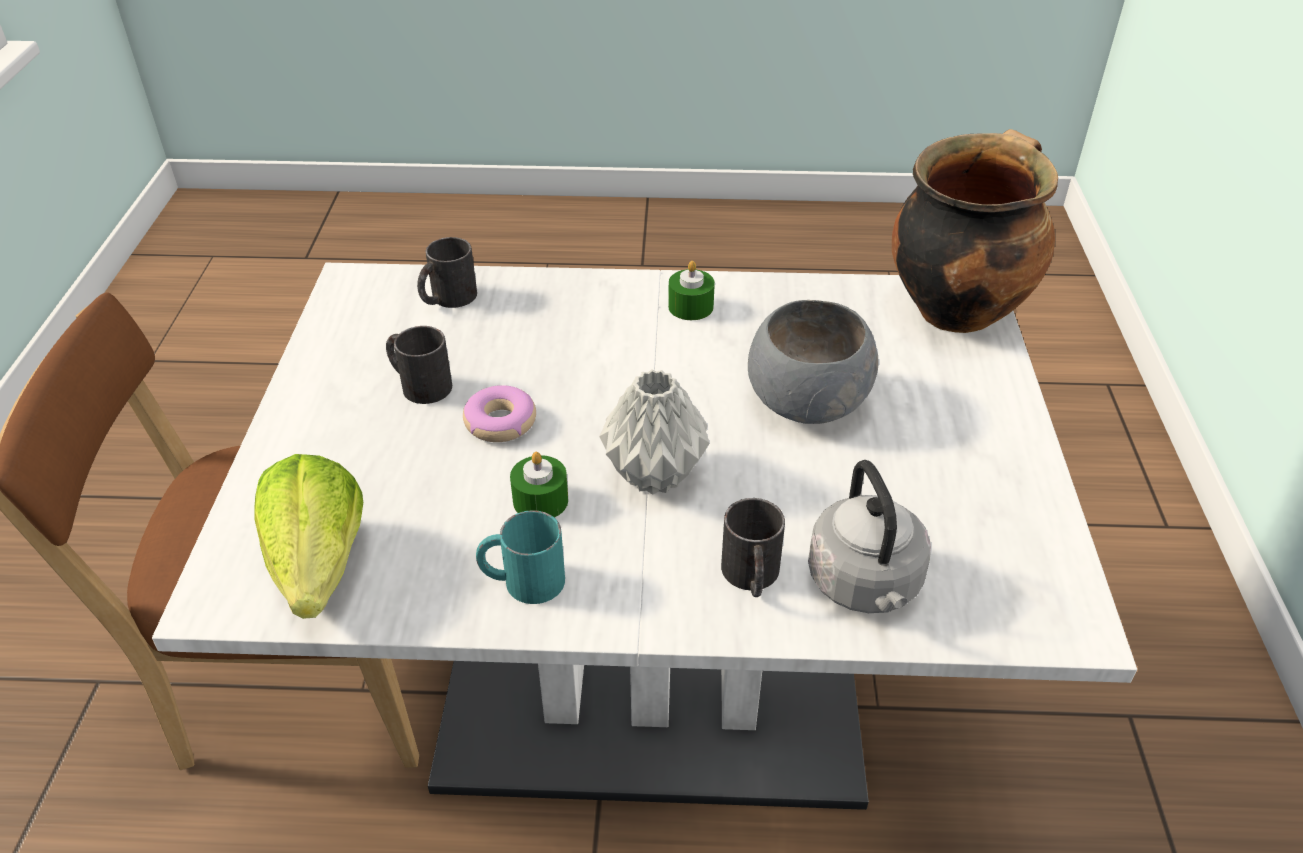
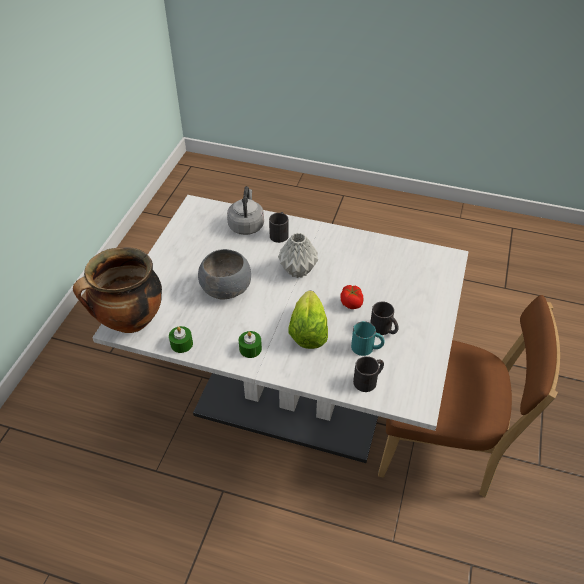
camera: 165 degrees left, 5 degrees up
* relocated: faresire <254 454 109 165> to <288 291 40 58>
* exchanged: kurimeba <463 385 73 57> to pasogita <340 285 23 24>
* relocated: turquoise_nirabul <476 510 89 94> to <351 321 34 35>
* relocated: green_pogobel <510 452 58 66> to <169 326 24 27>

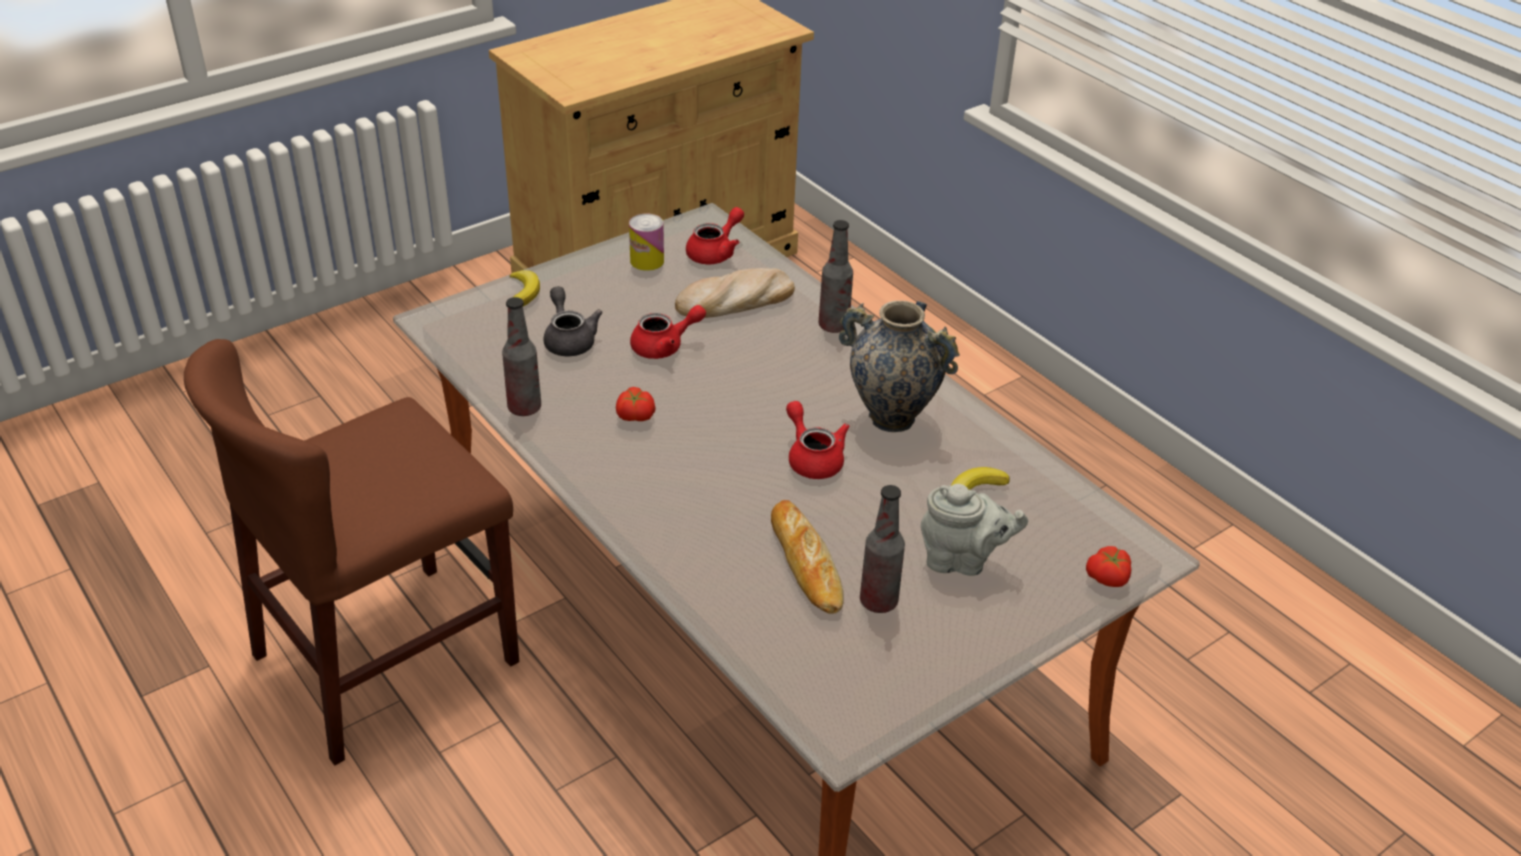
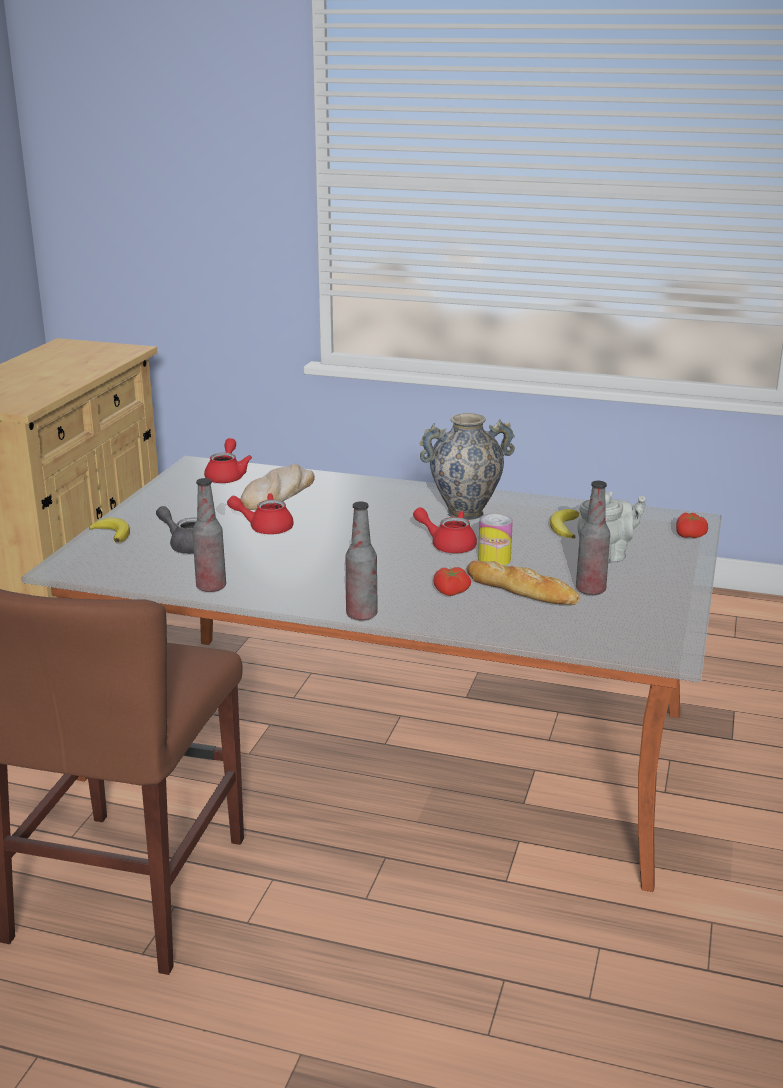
camera: 35 degrees left, 15 degrees down
* relocated: pasogita <616 387 40 34> to <434 567 37 29>
* relocated: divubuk <629 214 35 57> to <478 513 35 52>
* spun: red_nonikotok <630 305 76 54> = <227 493 67 41> 120 degrees counterclockwise
* relocated: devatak <819 220 34 113> to <346 502 32 118>

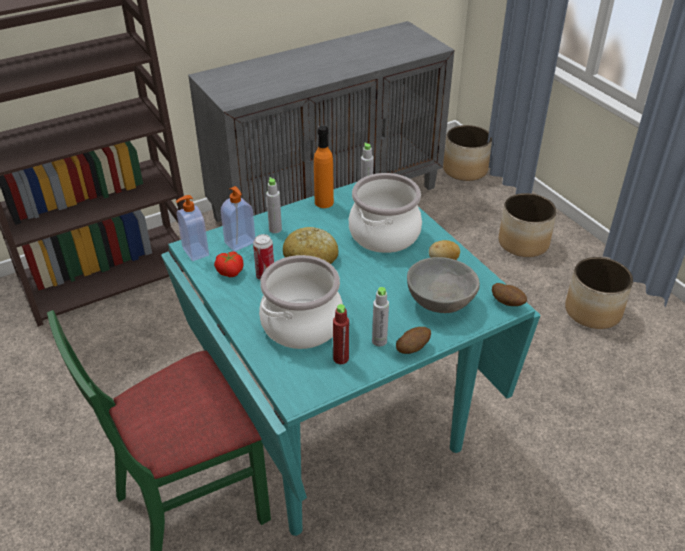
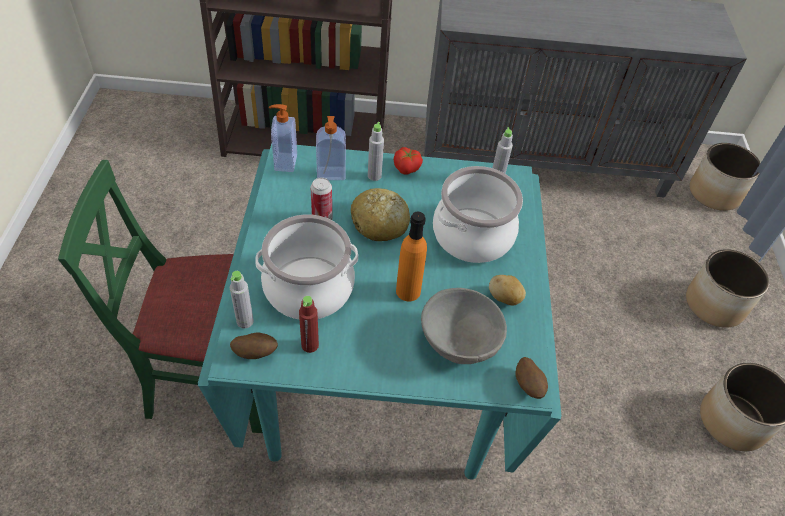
camera: 30 degrees right, 10 degrees up
* relocated: pasogita <214 252 29 25> to <394 147 29 28>
* relocated: orange_devatak <314 126 20 82> to <396 212 31 90>
* relocated: grey_devatak <372 287 17 60> to <230 271 24 57>
* relocated: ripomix <396 327 35 27> to <230 332 48 27>

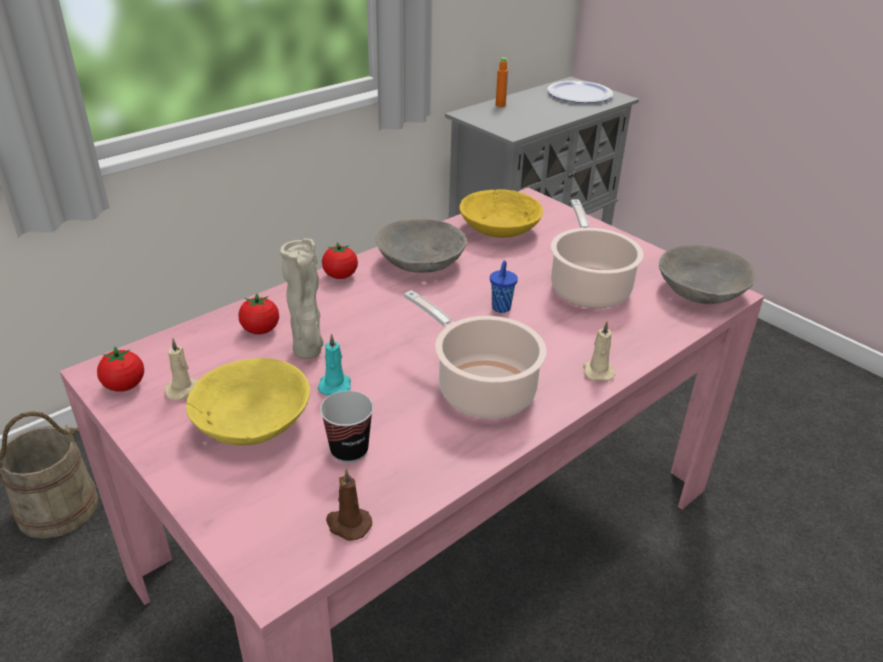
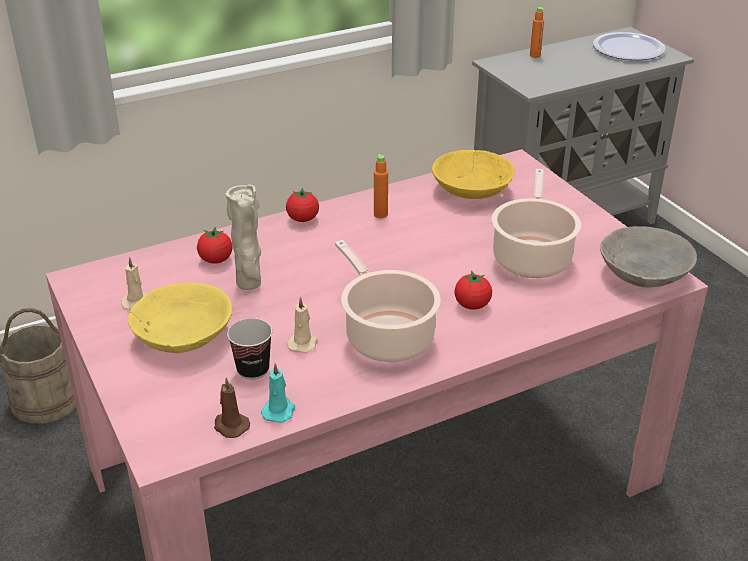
camera: 15 degrees right, 0 degrees up
* relocated: pasogita <97 347 47 45> to <454 271 38 39>
* relocated: turquoise_pogobel <318 334 33 61> to <261 363 34 60>
* exchanged: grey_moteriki <375 219 92 54> to orange_devatak <374 154 14 64>
* missing: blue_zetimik <490 261 28 52>
* relocated: beige_pogobel <583 322 33 59> to <287 297 31 56>

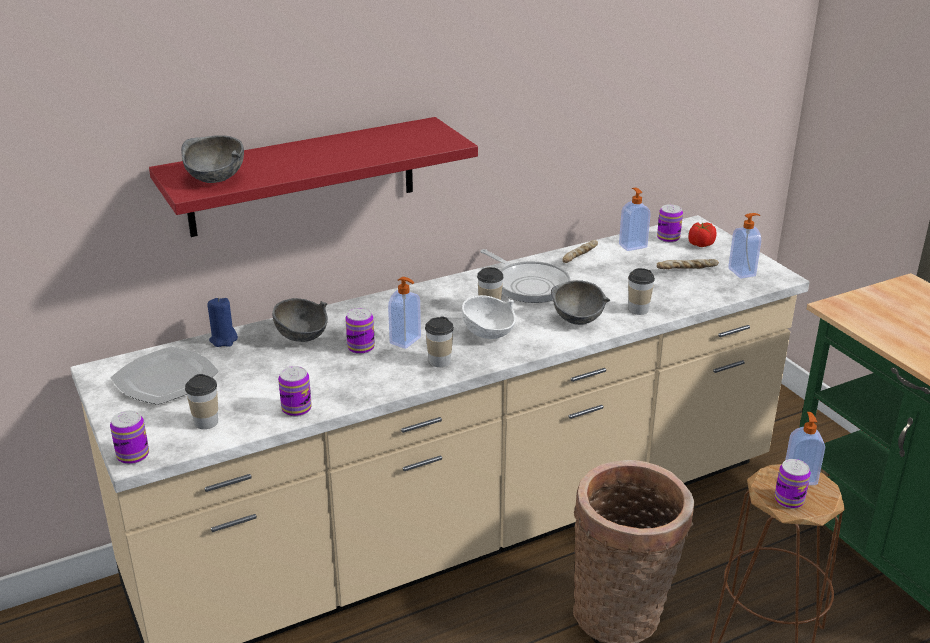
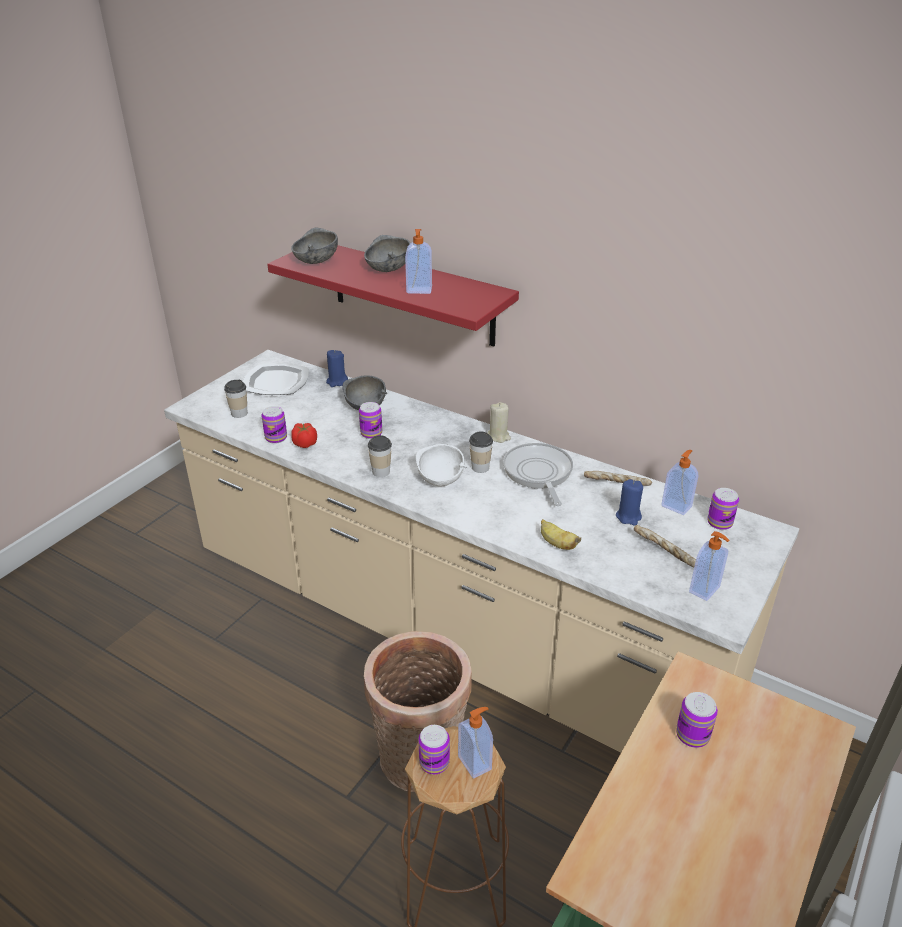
camera: 60 degrees right, 5 degrees up
* relocated: divubuk <110 410 39 54> to <676 692 42 56>
* relocated: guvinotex <388 277 33 72> to <405 229 27 65>
* spun: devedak <480 249 91 54> = <503 443 70 63> 150 degrees clockwise
* relocated: grey_moteriki <551 280 59 45> to <364 235 46 37>
* exchanged: zetimik <628 268 27 47> to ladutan <541 519 40 31>
* relocated: pasogita <688 223 29 24> to <291 423 26 25>
* appeared: beige_pogobel <487 402 24 41>
* appeared: blue_pogobel <616 479 27 46>

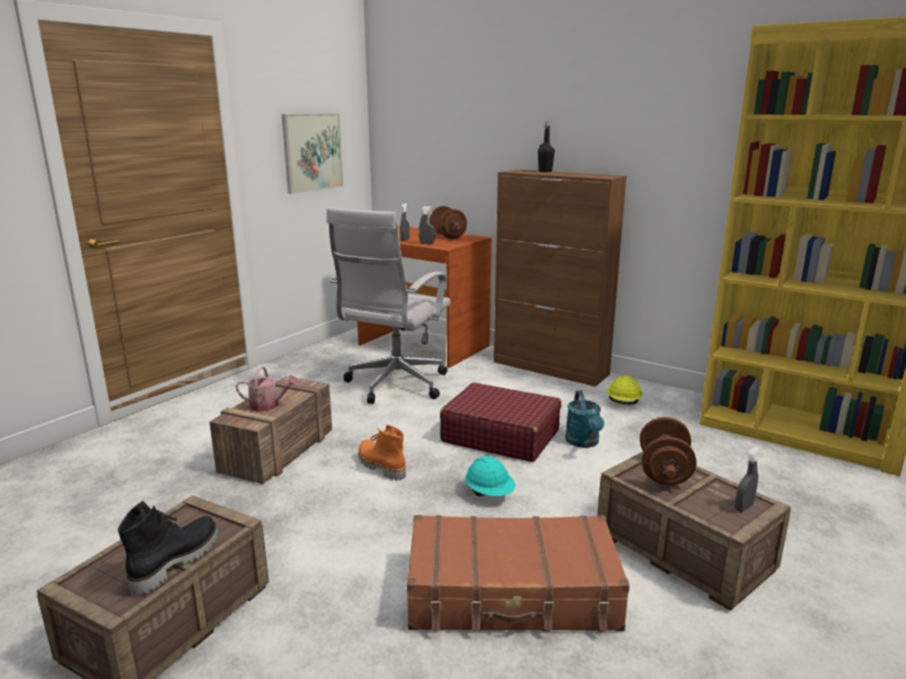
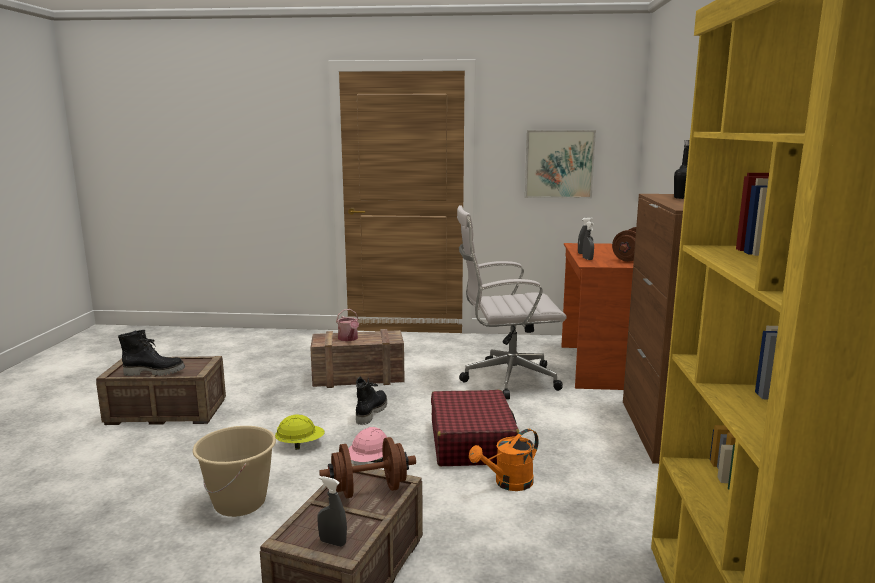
camera: 60 degrees right, 5 degrees down
* colour: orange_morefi <358 425 48 56> to black_morefi <356 376 31 49>
* exchanged: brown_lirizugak <407 515 223 117> to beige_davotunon <193 426 83 91>
* colour: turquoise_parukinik <465 456 50 40> to pink_parukinik <348 427 39 35>
* colour: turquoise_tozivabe <565 391 39 57> to orange_tozivabe <469 429 70 62>
* relocated: yellow_parukinik <607 376 36 29> to <275 414 50 36>

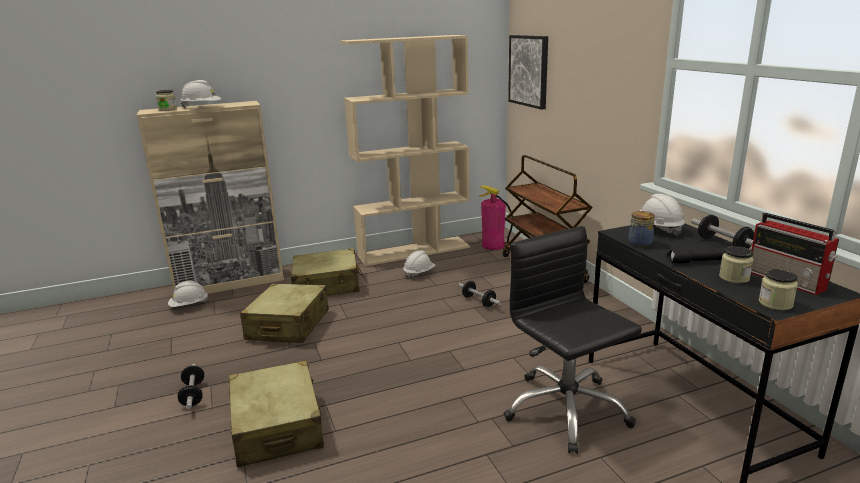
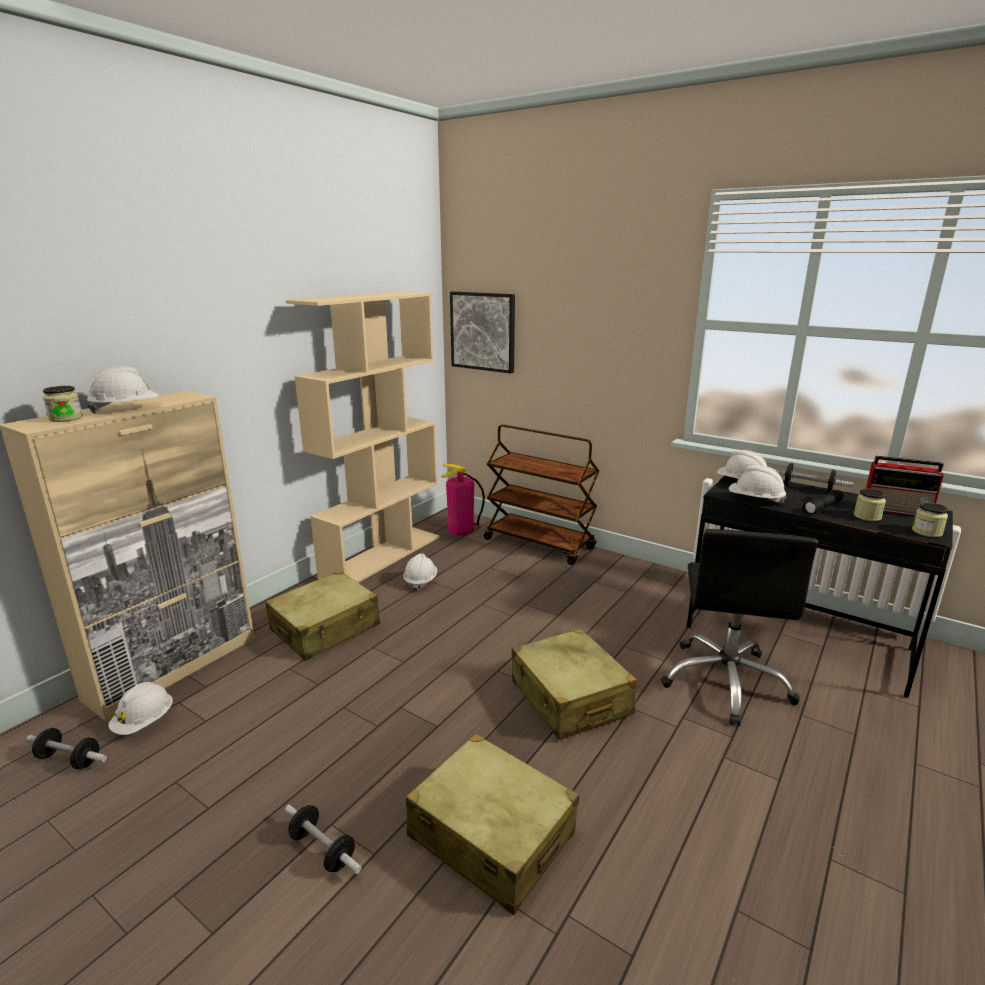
camera: 35 degrees left, 0 degrees up
* relocated: beige_lirizugak <240 284 89 59> to <512 628 125 112>
* relocated: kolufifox <458 281 43 26> to <26 728 81 41>
* spun: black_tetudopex <503 226 139 228> = <661 529 157 197> 105 degrees counterclockwise
* exchanged: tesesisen <628 211 27 36> to white_parukinik <729 465 57 39>

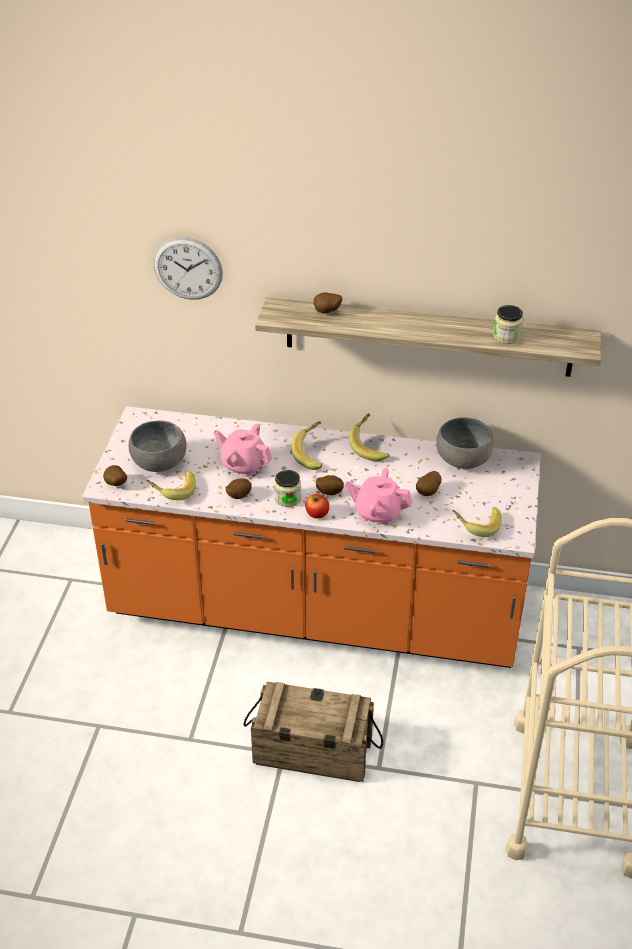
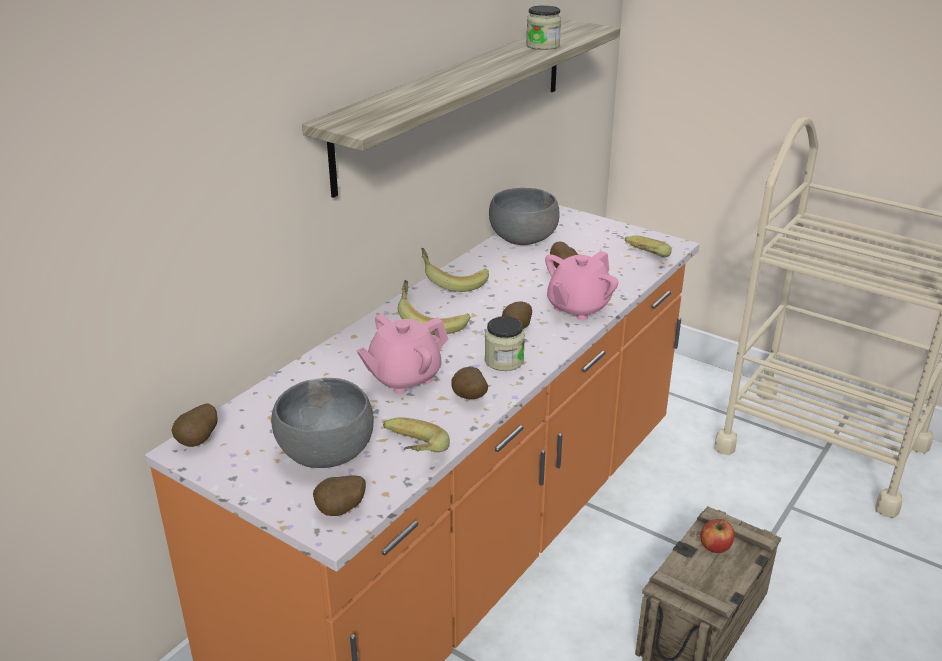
camera: 65 degrees left, 10 degrees down
* missing: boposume <153 237 70 63>
* relocated: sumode <305 494 24 24> to <700 519 35 34>
* relocated: ripomix <314 292 28 22> to <171 403 47 44>

